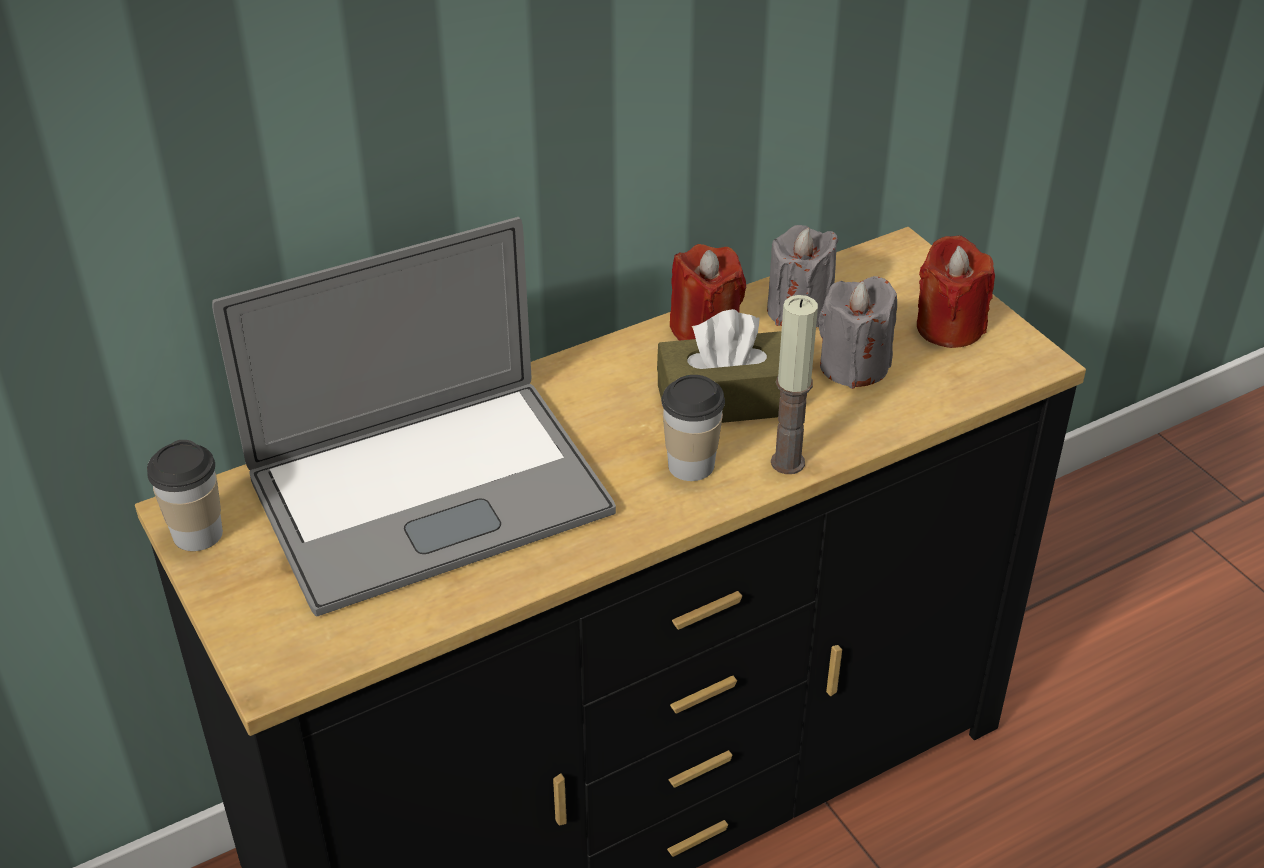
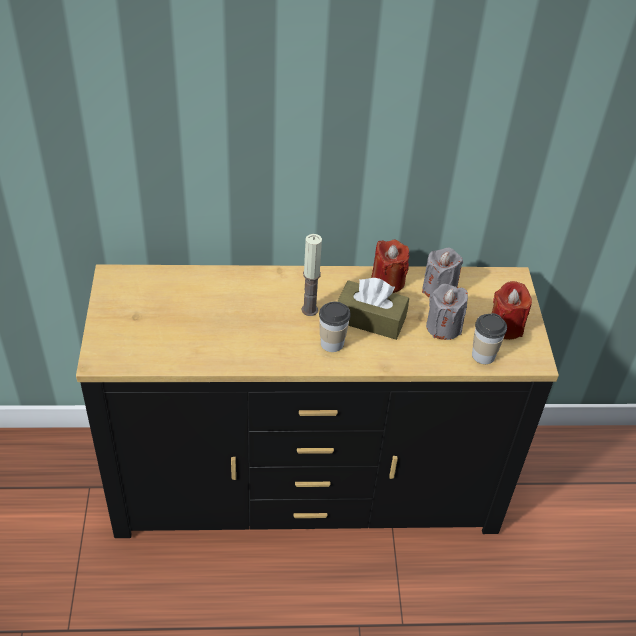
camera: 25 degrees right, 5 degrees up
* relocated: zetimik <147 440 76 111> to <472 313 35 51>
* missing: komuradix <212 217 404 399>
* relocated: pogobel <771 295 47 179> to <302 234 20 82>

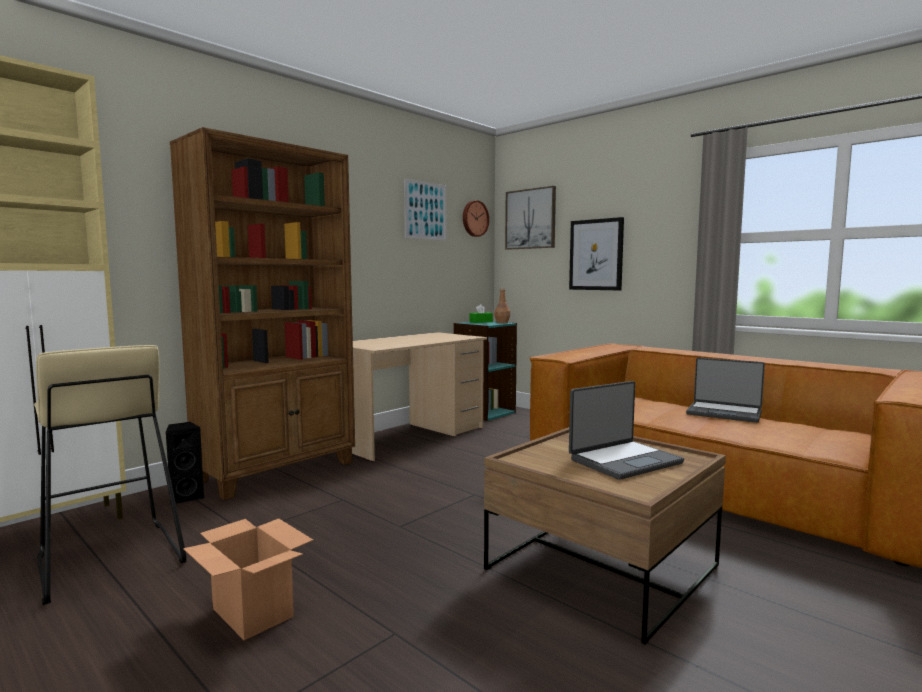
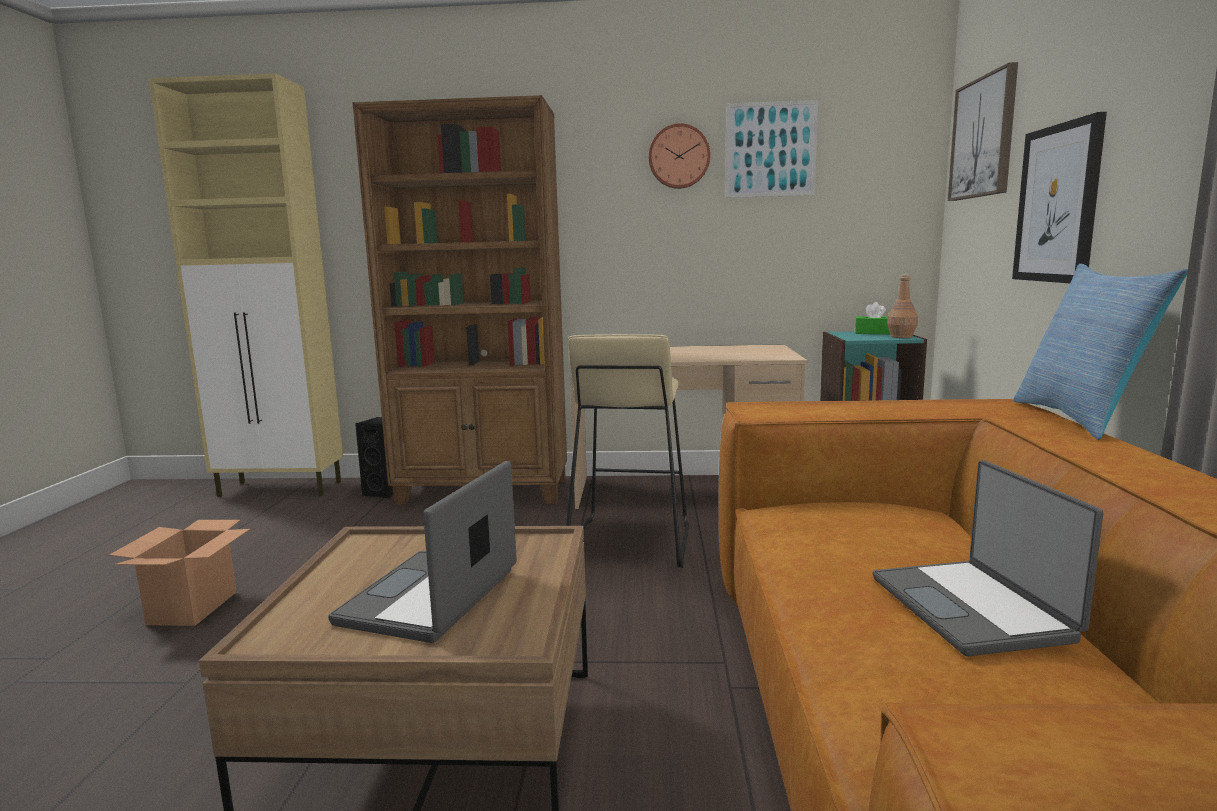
camera: 50 degrees right, 5 degrees up
* relocated: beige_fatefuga <34 345 153 260> to <566 334 123 234>
* relocated: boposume <463 200 26 37> to <649 123 62 66>
* spun: komuradix <569 381 115 99> = <328 461 189 182> 90 degrees clockwise
* appeared: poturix <1013 264 175 176>

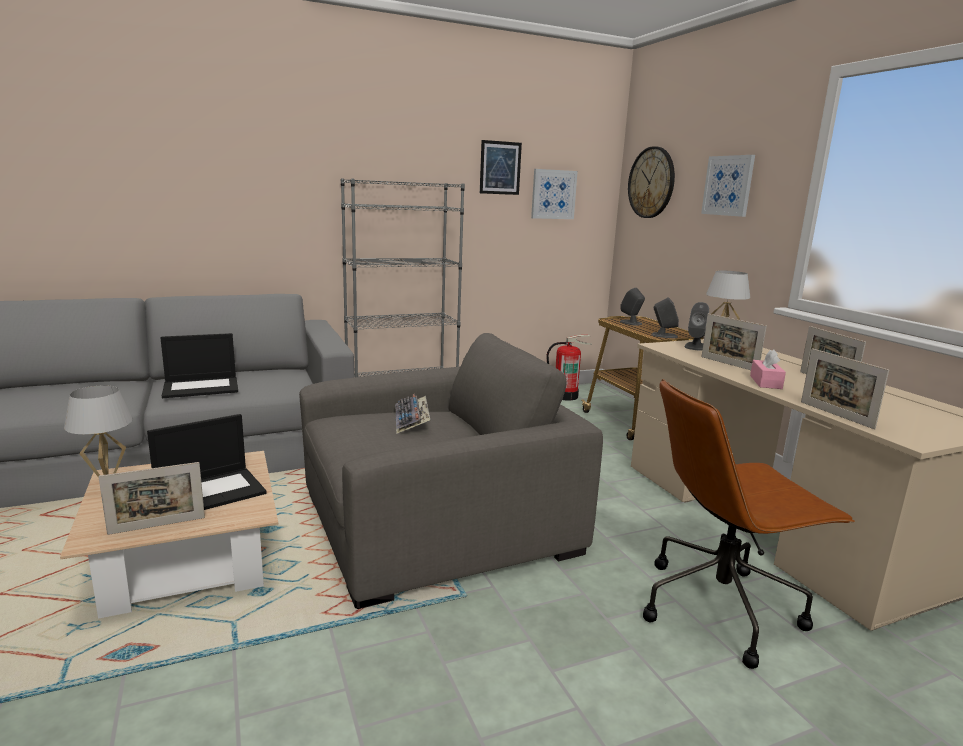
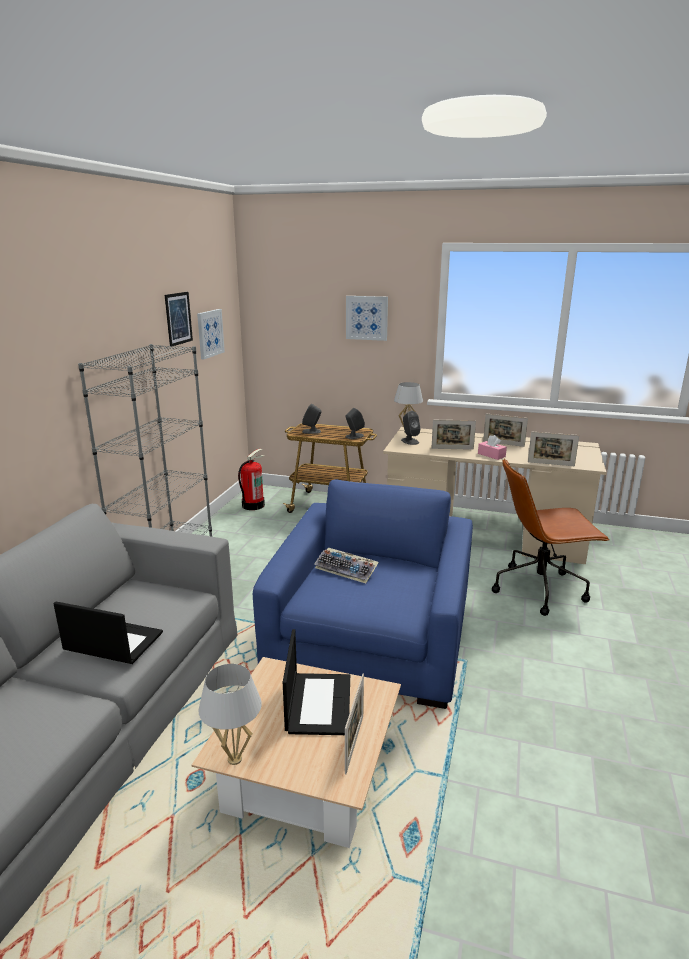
camera: 50 degrees left, 5 degrees up
* spun: komuradix <160 333 78 65> = <53 602 110 62> 90 degrees counterclockwise
* colour: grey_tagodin <299 333 304 276> to blue_tagodin <253 479 220 230>
* missing: boposume <628 146 47 72>
* spun: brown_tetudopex <643 379 212 290> = <492 458 117 158> 60 degrees clockwise

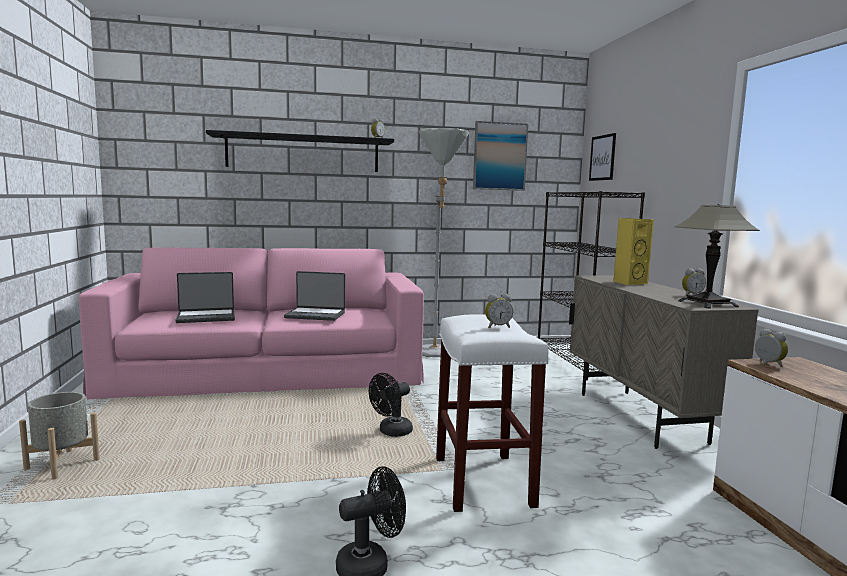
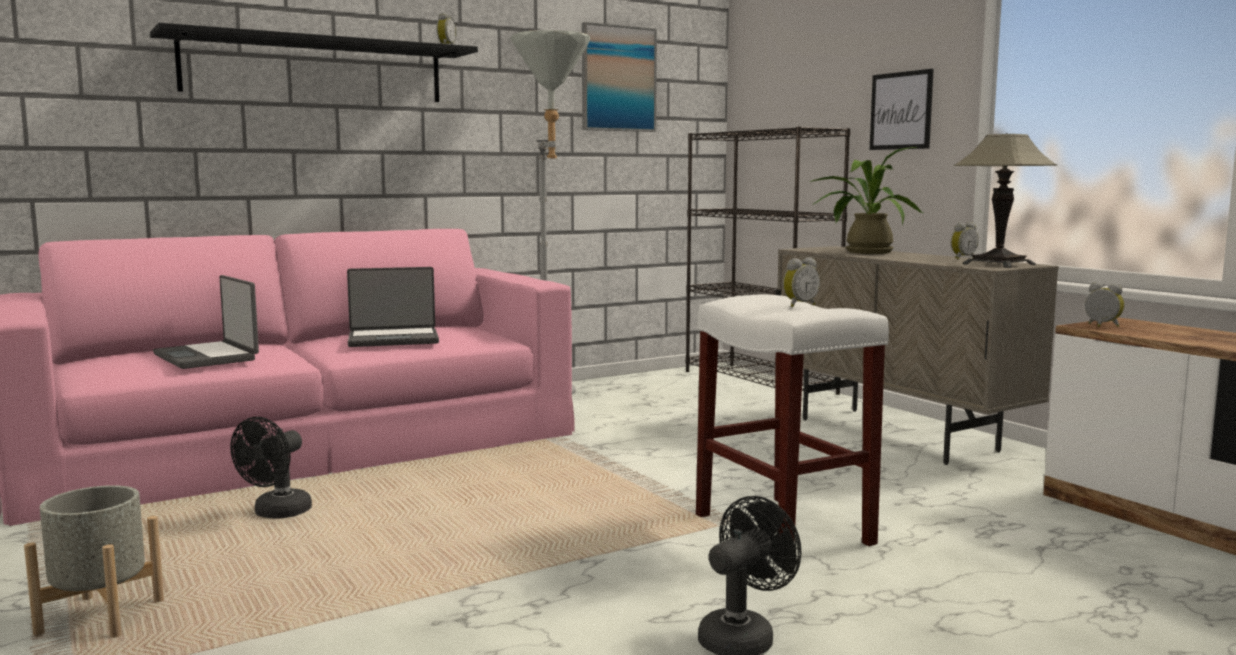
camera: 20 degrees left, 0 degrees up
* spun: komuradix <175 272 60 51> = <153 275 106 94> 90 degrees clockwise
* relocated: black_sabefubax <369 373 44 64> to <230 417 82 102>
* relocated: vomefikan <589 133 27 48> to <870 69 64 81>
* exchanged: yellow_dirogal <613 218 41 67> to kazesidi <810 147 113 107>

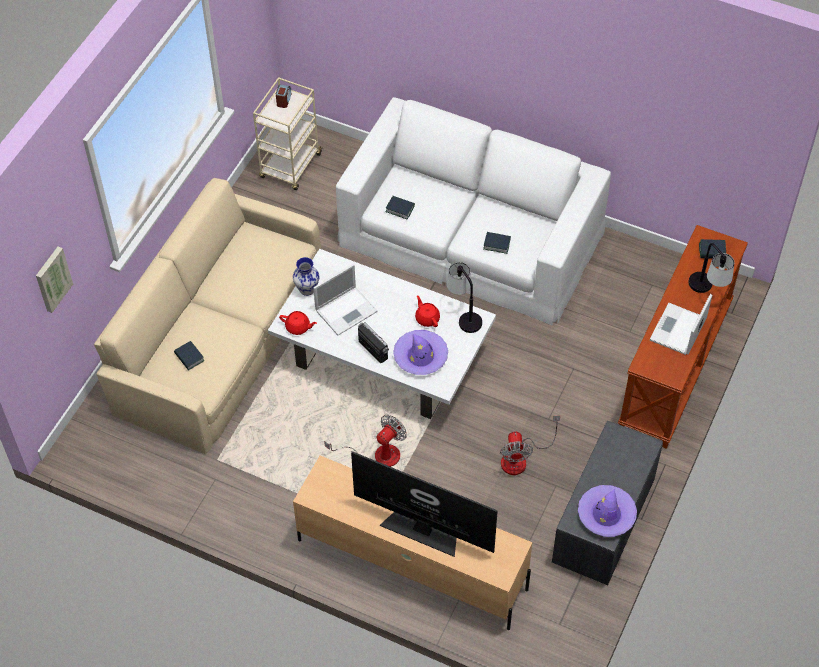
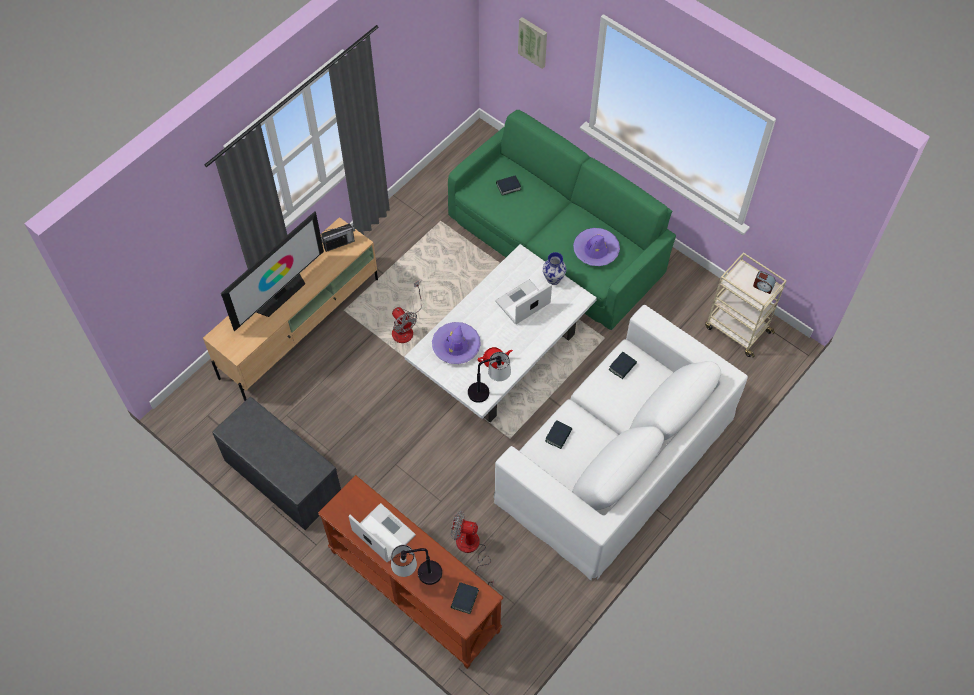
camera: 105 degrees right, 5 degrees up
* colour: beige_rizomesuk <94 178 227 276> to green_rizomesuk <448 110 228 220>
* missing: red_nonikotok <279 311 38 24>
* spun: komuradix <313 264 64 72> = <495 279 57 45> 75 degrees clockwise
* relocated: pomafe <358 323 31 40> to <321 224 34 28>
* relocated: sabefubax <500 415 60 60> to <451 511 43 76>
* relocated: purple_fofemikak <578 485 59 52> to <573 228 47 38>

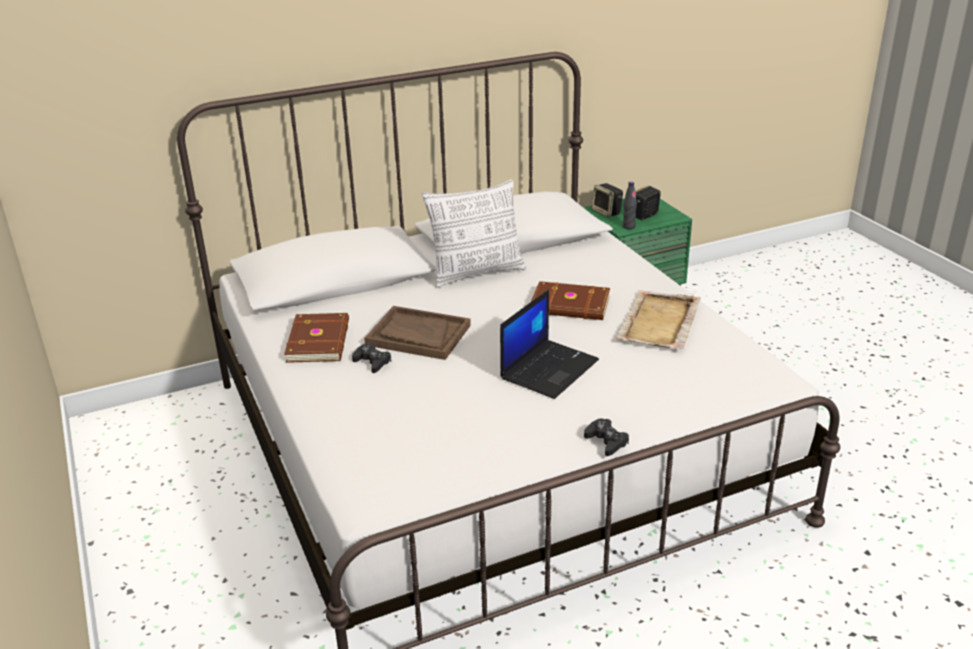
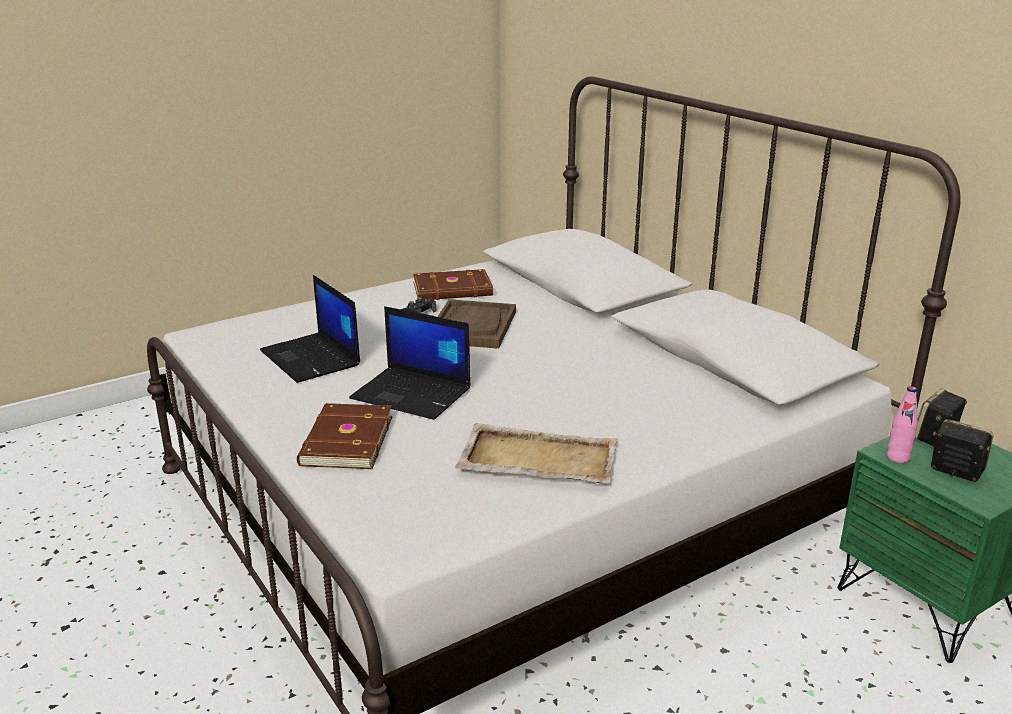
camera: 80 degrees right, 5 degrees down
* missing: poturix <422 179 104 109>
* relocated: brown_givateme <531 281 79 39> to <297 403 95 66>
* missing: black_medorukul <584 419 45 37>
* colour: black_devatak <623 182 14 47> to pink_devatak <887 386 31 77>
* appeared: komuradix <260 275 100 108>

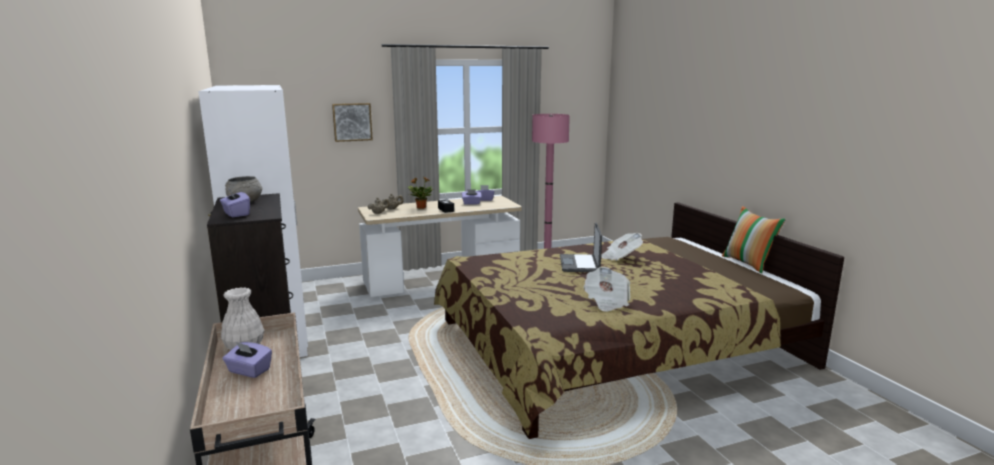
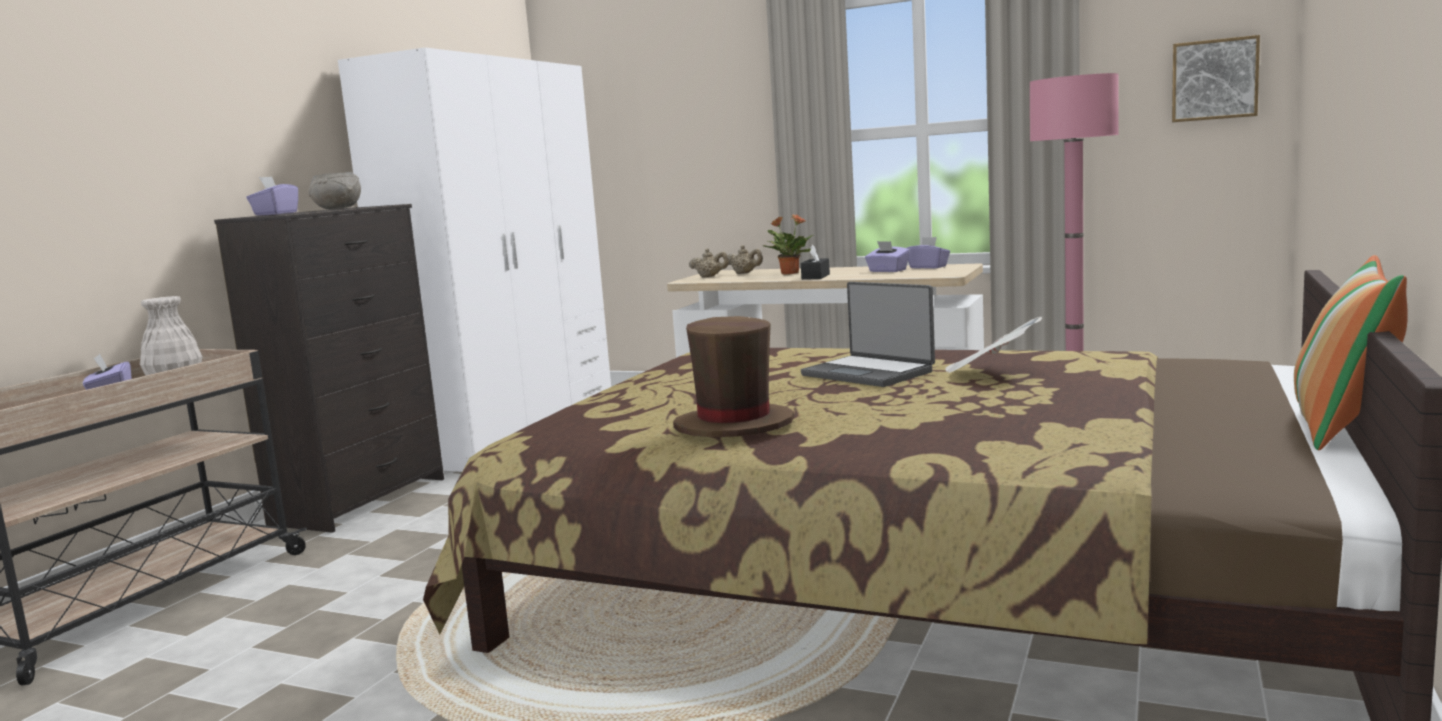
camera: 45 degrees right, 5 degrees down
* relocated: vomefikan <332 103 41 39> to <1172 35 88 87>
* spun: komuradix <560 223 42 49> = <801 282 134 105> 90 degrees counterclockwise
* exchanged: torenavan <583 267 47 44> to brown_fofemikak <673 316 121 121>

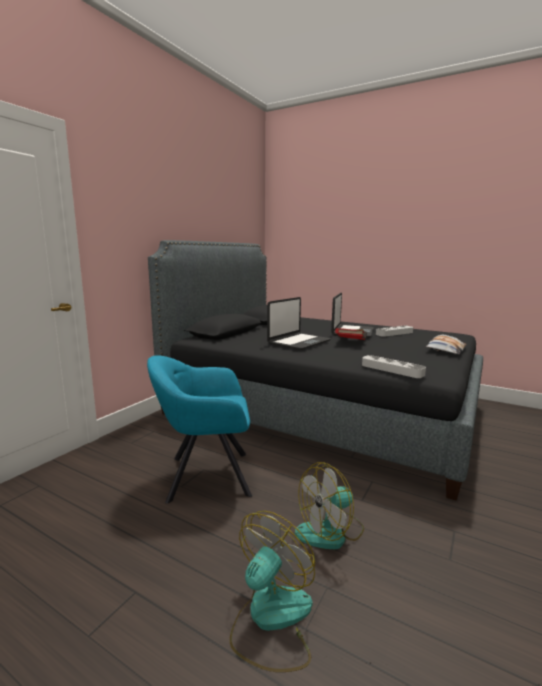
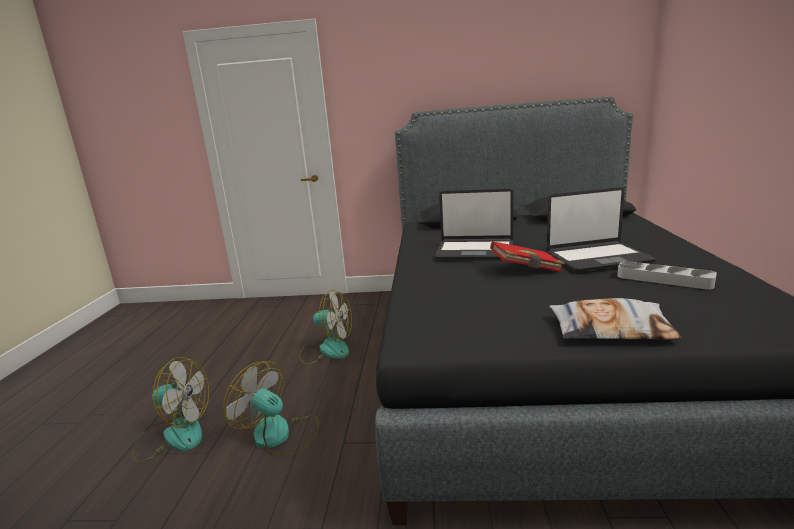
camera: 65 degrees right, 5 degrees up
* exchanged: turquoise_tagodin <147 355 105 149> to sabefubax <299 290 53 75>
* missing: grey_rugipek <362 355 64 23>

